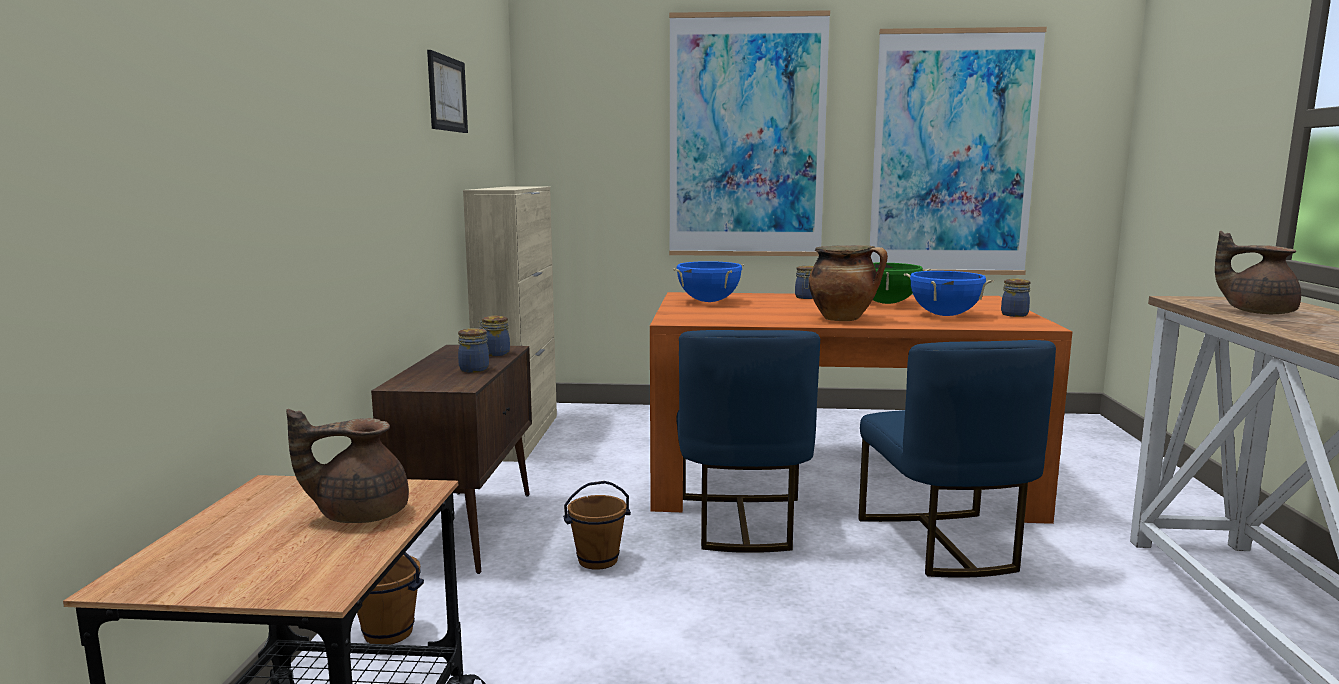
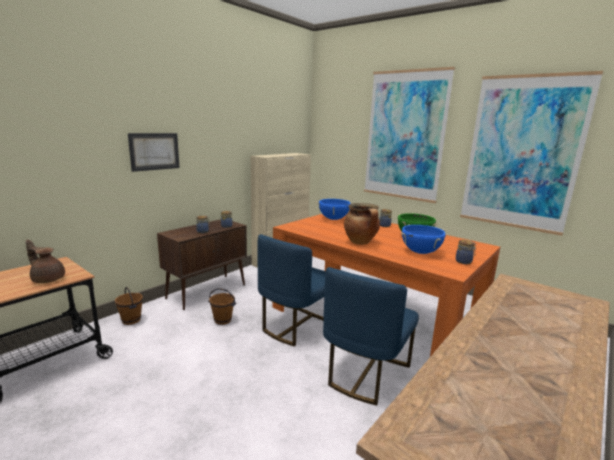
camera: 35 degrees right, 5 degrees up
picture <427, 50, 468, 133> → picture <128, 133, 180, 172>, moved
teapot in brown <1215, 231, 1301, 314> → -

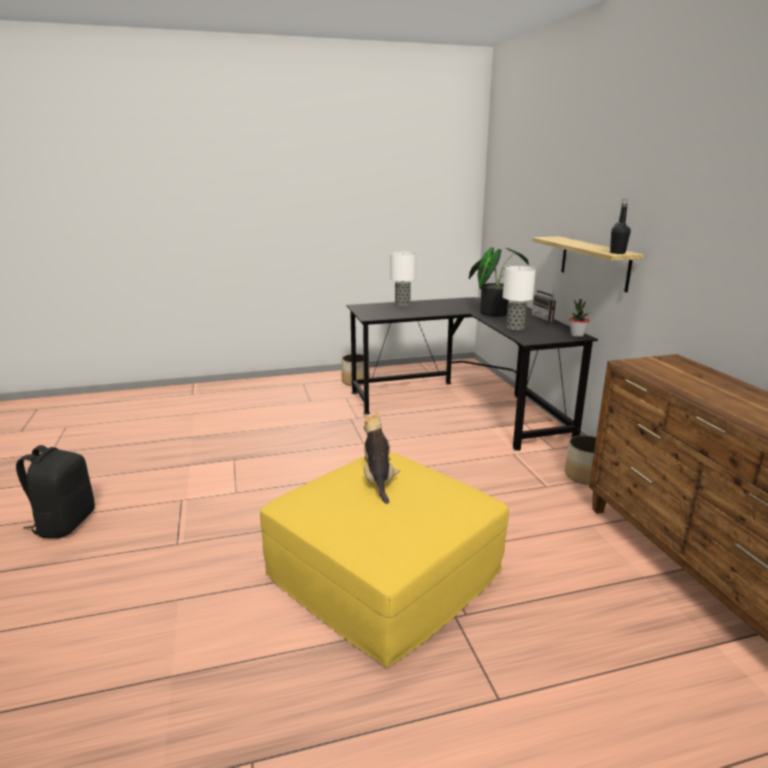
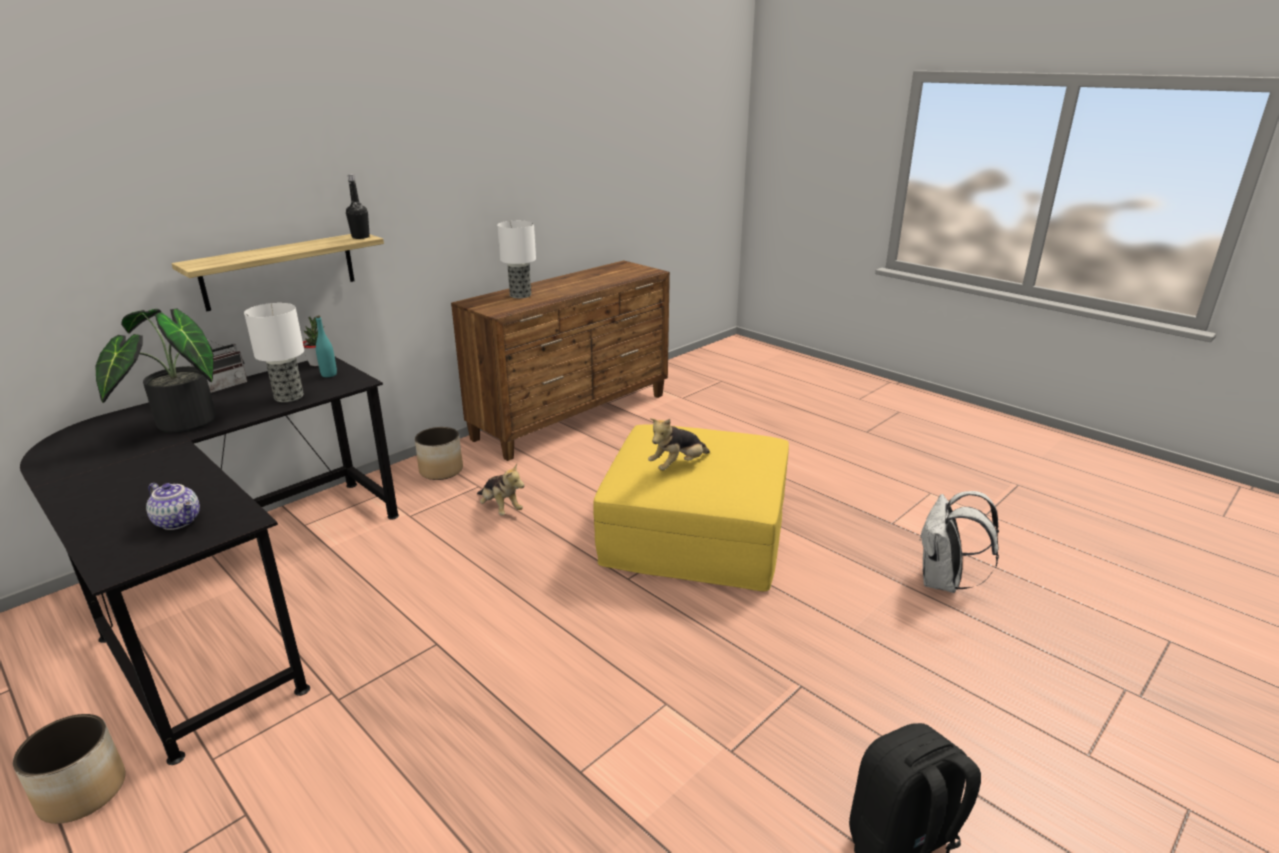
camera: 120 degrees left, 5 degrees up
table lamp <390, 252, 416, 307> → table lamp <497, 221, 536, 298>, moved
- → teapot <146, 483, 200, 530>
- → bottle in turquoise <316, 316, 337, 377>
- → plush toy <477, 464, 525, 515>
- → backpack in white <919, 491, 999, 593>

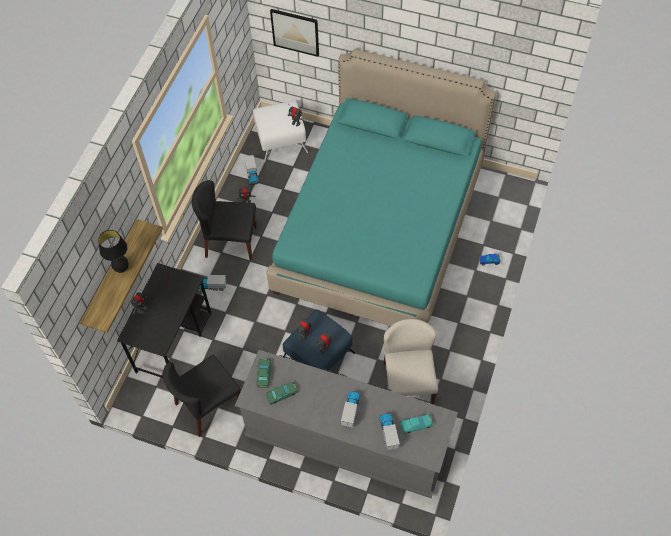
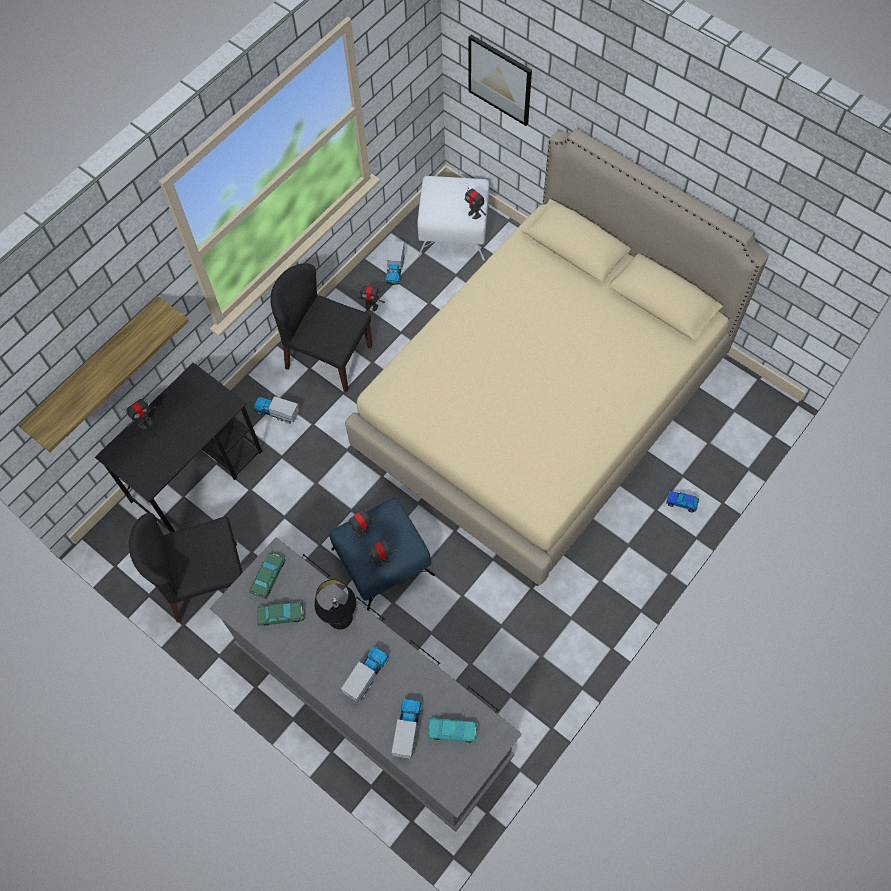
camera: 20 degrees right, 5 degrees up
table lamp in black <98, 230, 128, 273> → table lamp in black <314, 579, 356, 630>, moved
bed in turquoise <267, 49, 496, 326> → bed in beige <345, 129, 768, 586>
chair in beige <384, 319, 438, 405> → -

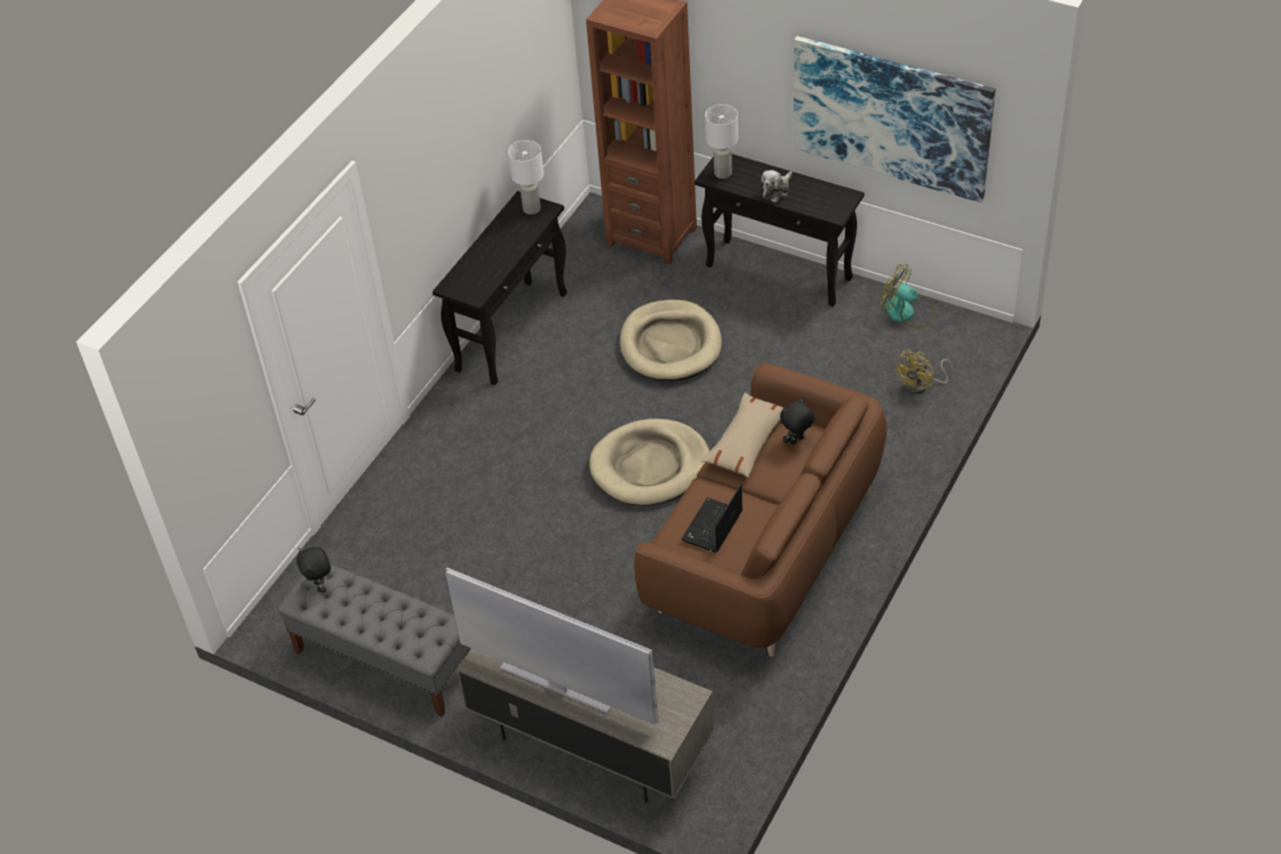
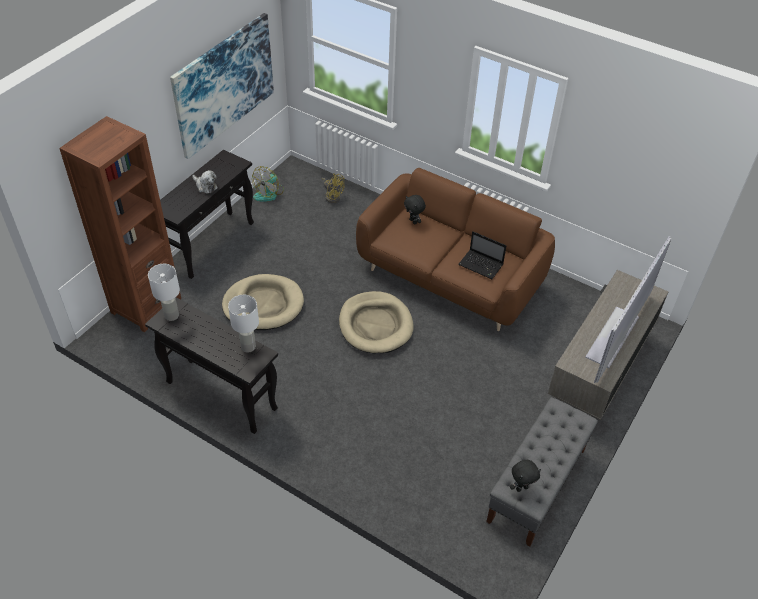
camera: 90 degrees left, 0 degrees up
pillow in beige <701, 393, 784, 478> → -
table lamp in white <705, 104, 738, 179> → table lamp in white <228, 295, 259, 353>, moved

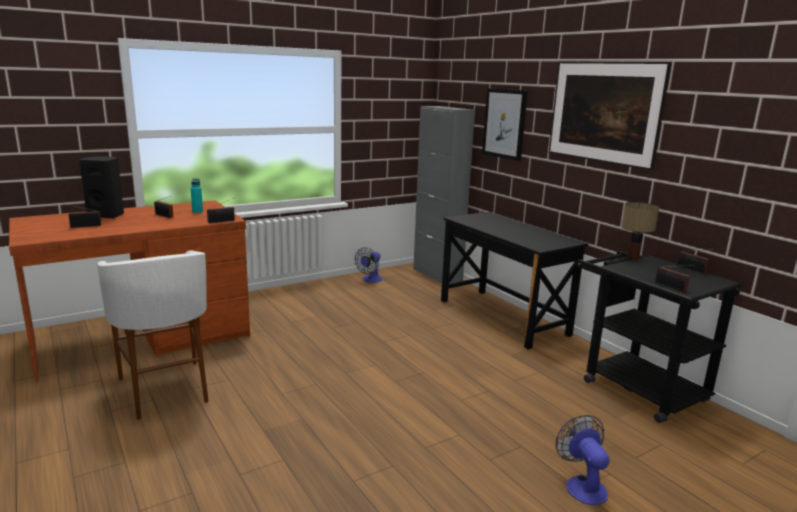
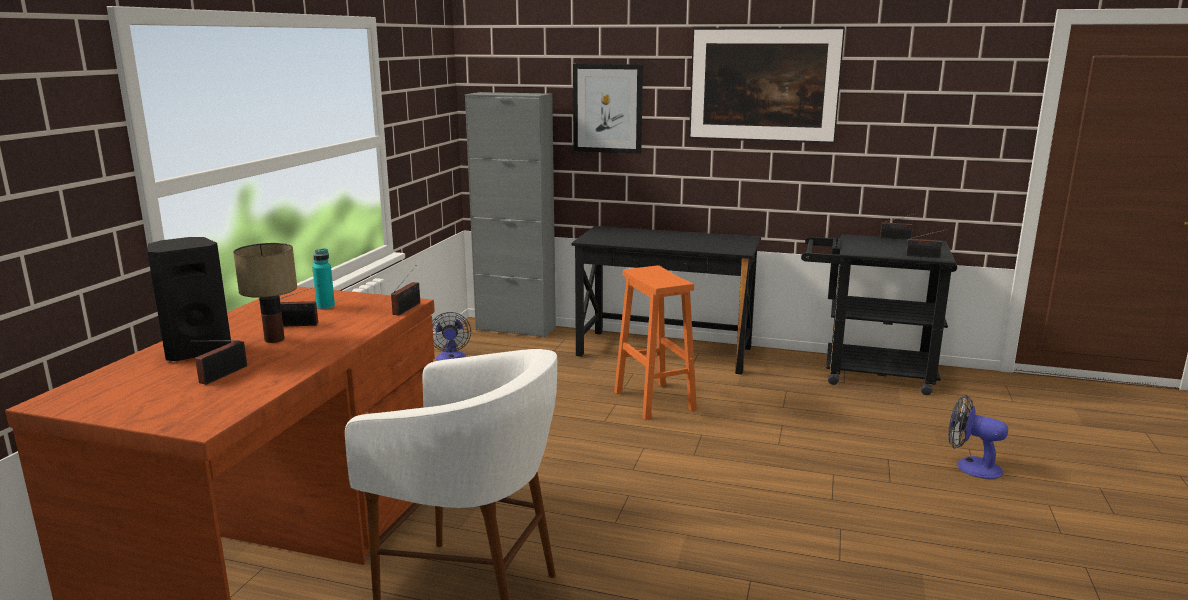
camera: 40 degrees left, 0 degrees up
table lamp <622, 202, 659, 259> → table lamp <233, 243, 297, 343>, moved
- → stool in orange <614, 265, 697, 420>

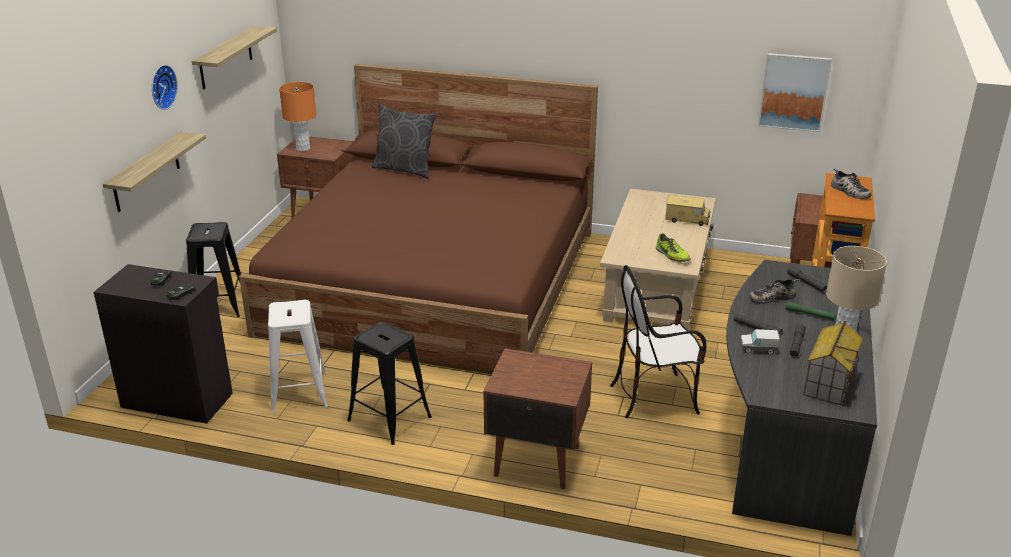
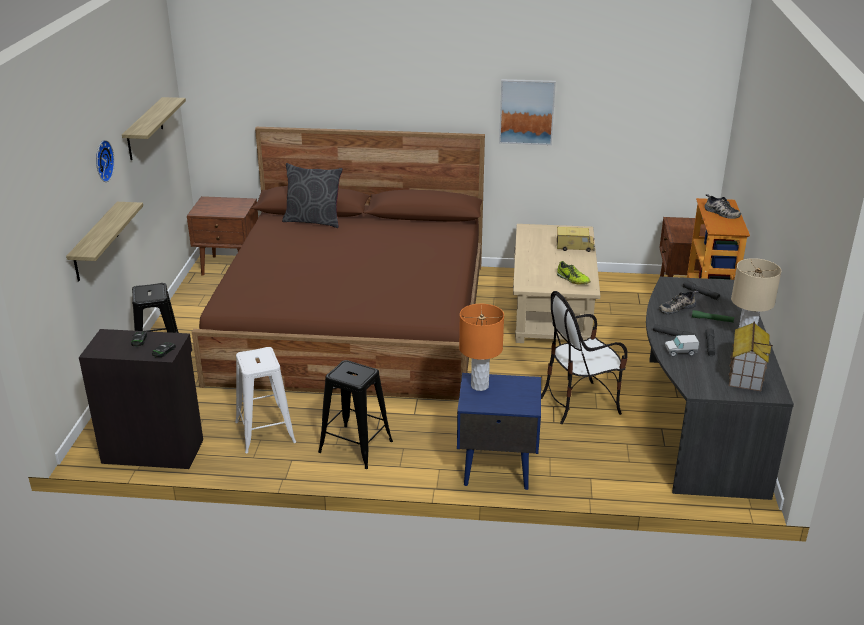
camera: 10 degrees left, 0 degrees up
table lamp in orange <279, 82, 317, 151> → table lamp in orange <459, 304, 504, 391>, moved
nightstand in brown <483, 348, 592, 489> → nightstand in blue <457, 373, 541, 490>
picture <758, 53, 832, 132> → picture <499, 79, 556, 145>, moved

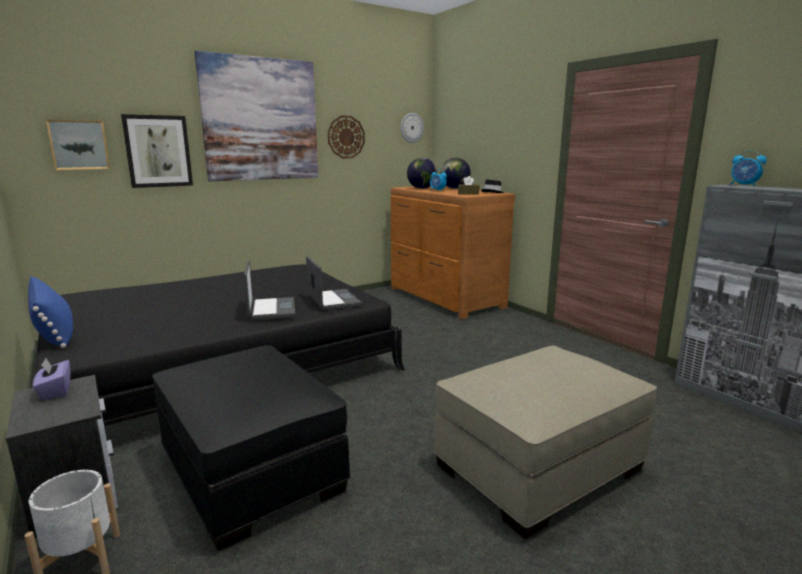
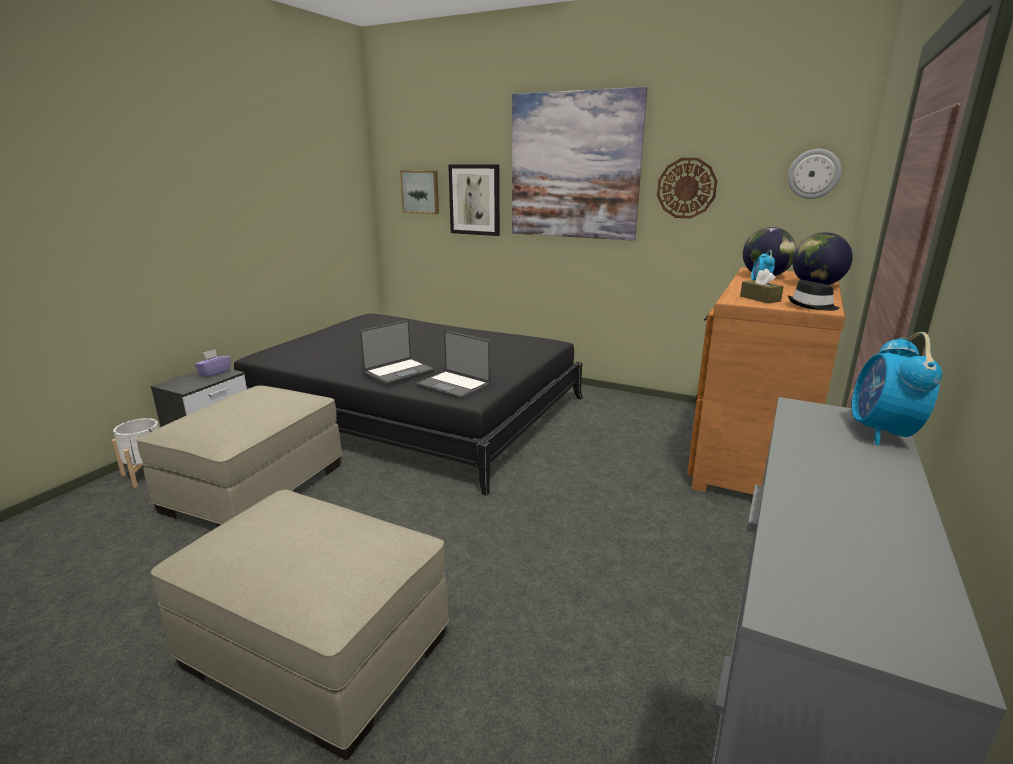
camera: 60 degrees right, 5 degrees up
pillow in blue <28, 276, 73, 348> → -
ottoman in black <152, 345, 350, 551> → ottoman in beige <136, 386, 342, 527>
laptop <306, 256, 362, 311> → laptop <417, 331, 491, 400>, 90 degrees clockwise

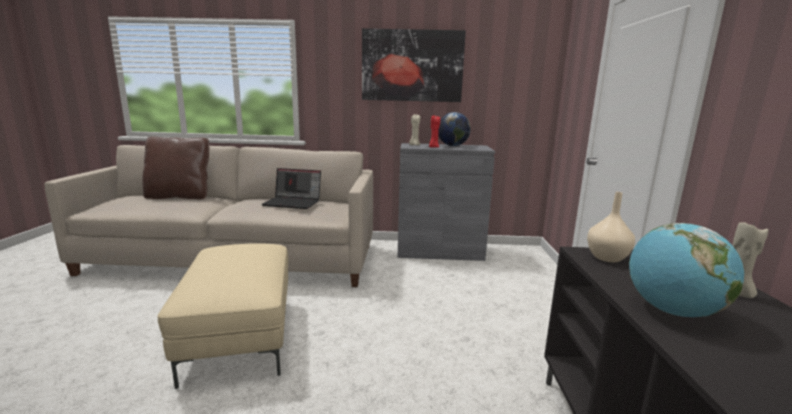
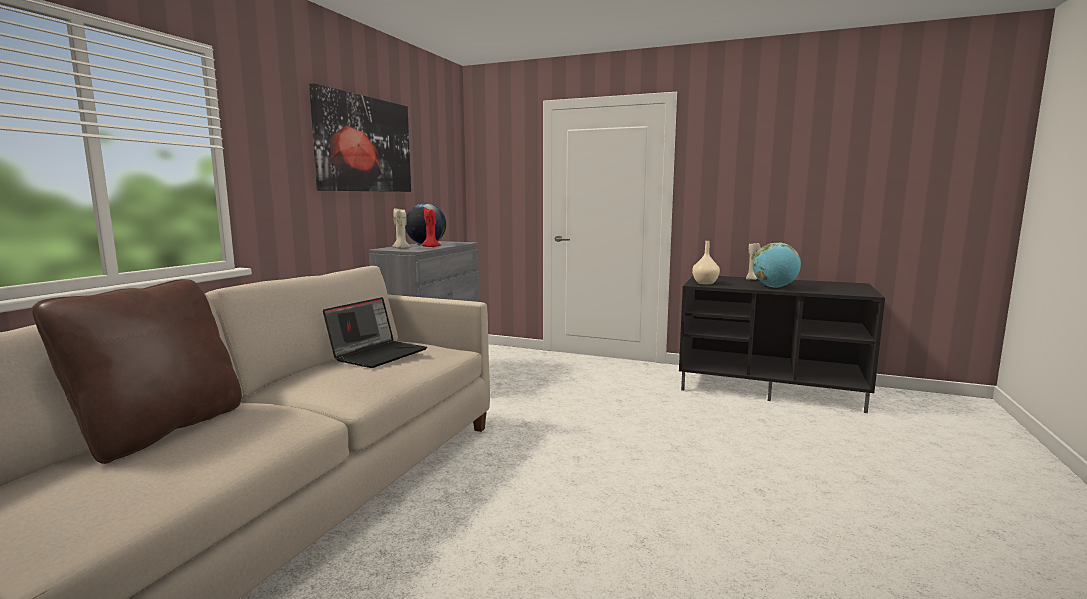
camera: 70 degrees left, 5 degrees down
ottoman in beige <157, 243, 288, 389> → -

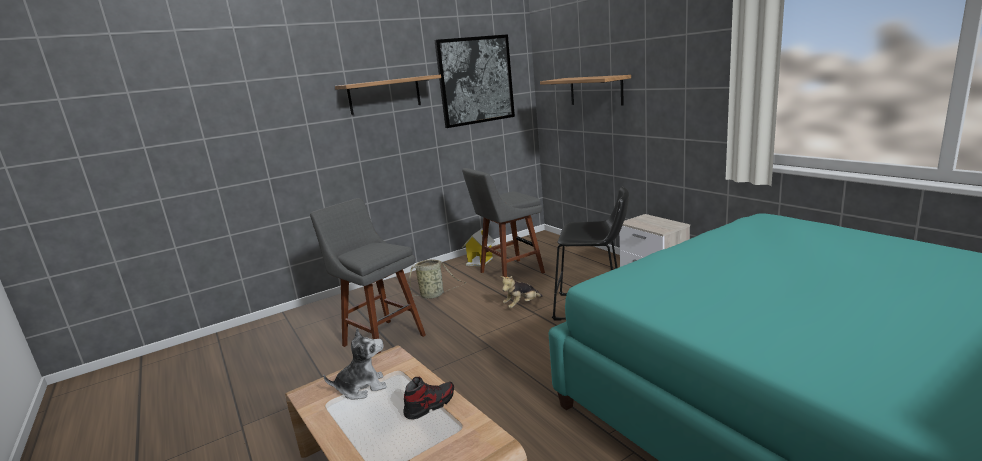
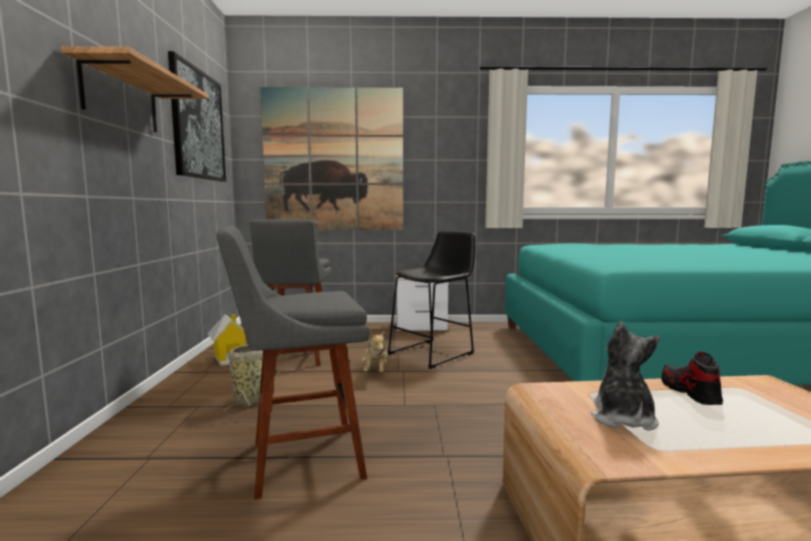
camera: 60 degrees left, 10 degrees down
shelf <540, 75, 631, 106> → picture <260, 87, 403, 230>

